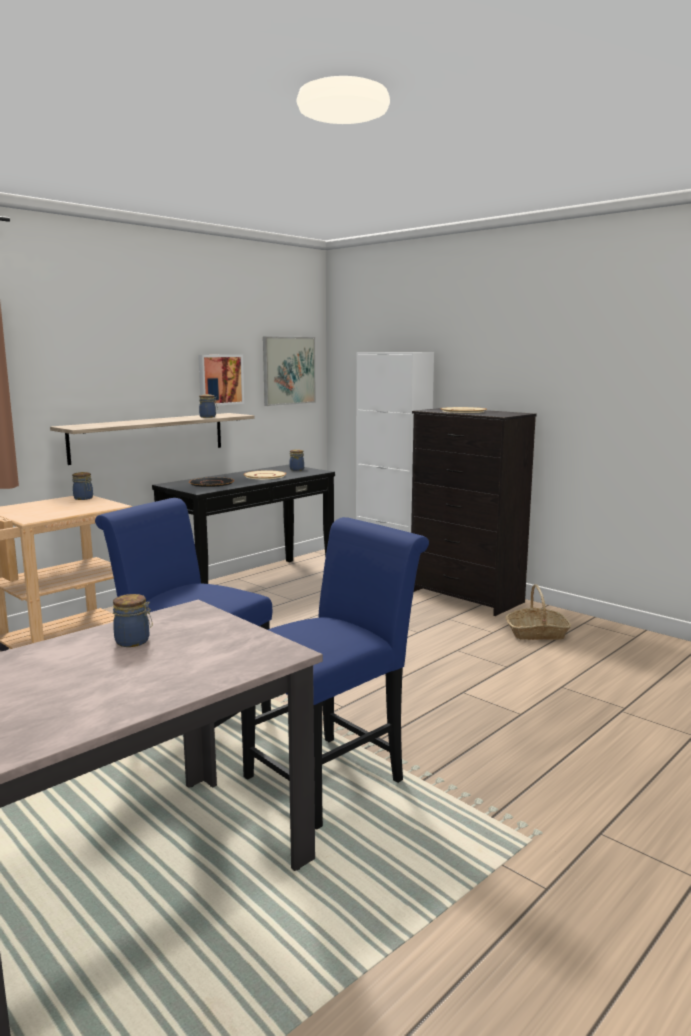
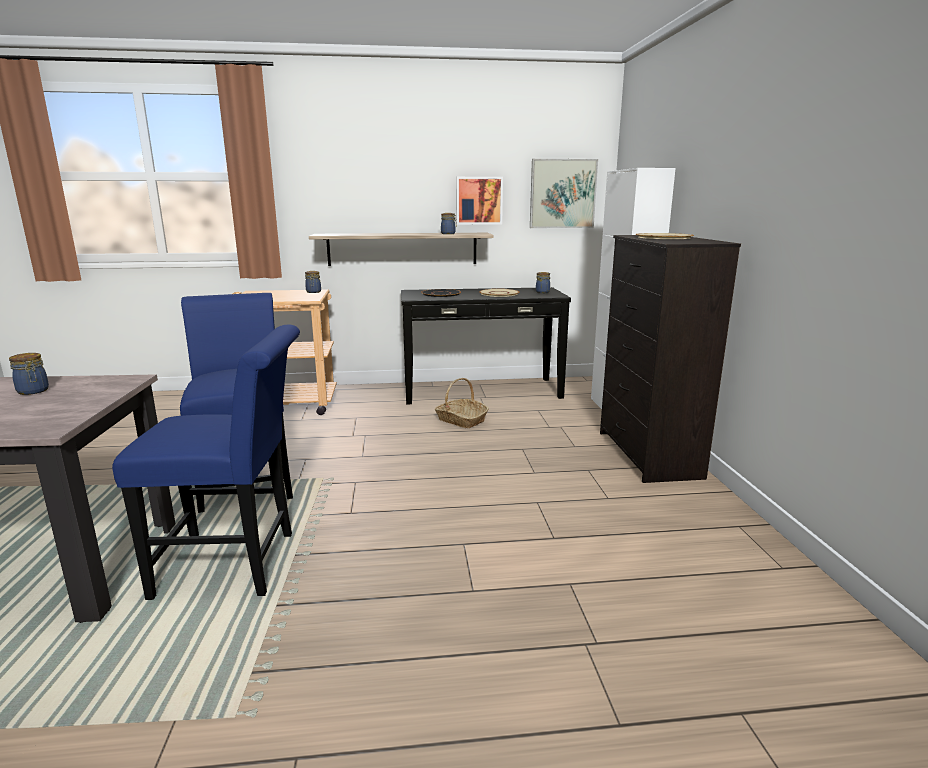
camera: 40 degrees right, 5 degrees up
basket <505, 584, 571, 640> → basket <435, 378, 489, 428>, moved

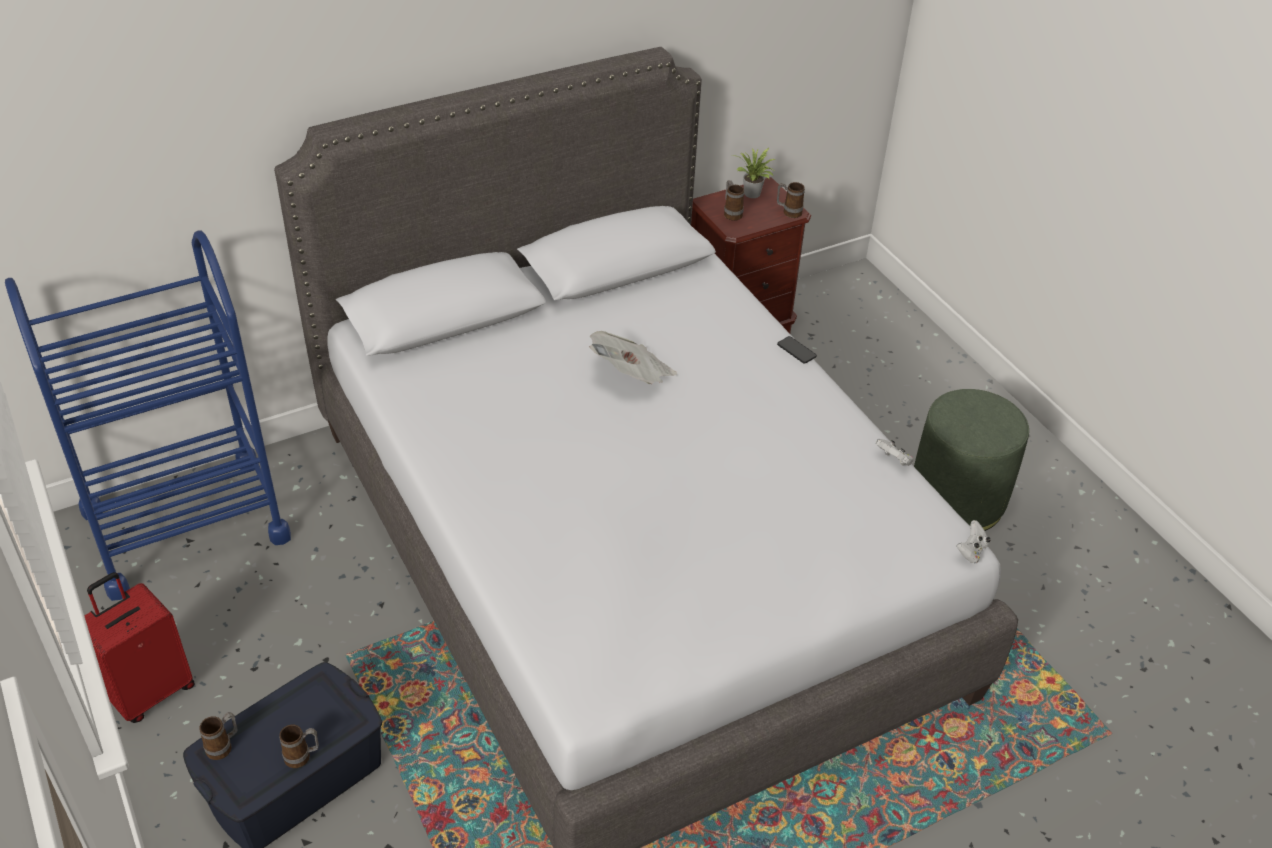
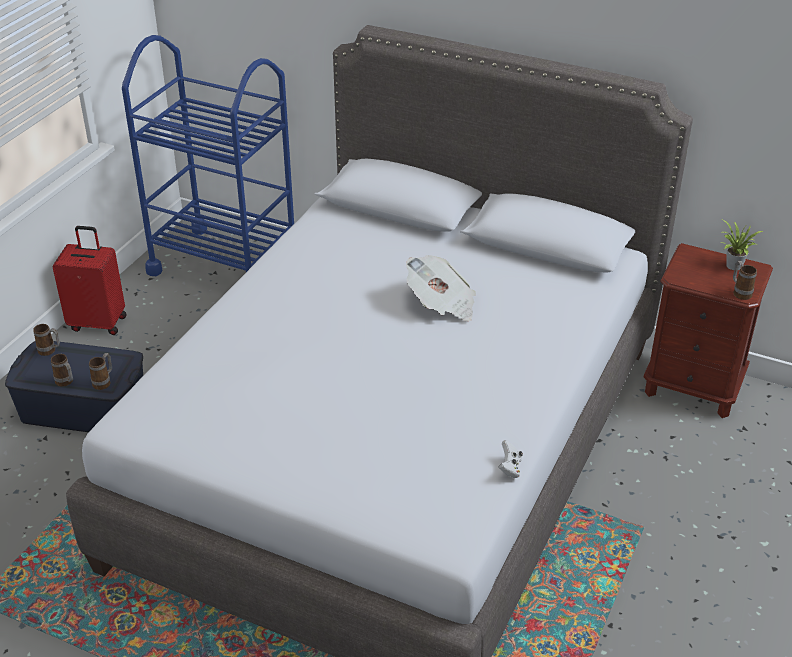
camera: 55 degrees right, 5 degrees down
mug <724, 180, 744, 221> → mug <89, 353, 112, 390>, moved
phone <777, 336, 817, 364> → -
ottoman in green <914, 389, 1029, 531> → -
game controller in white <957, 520, 990, 564> → -

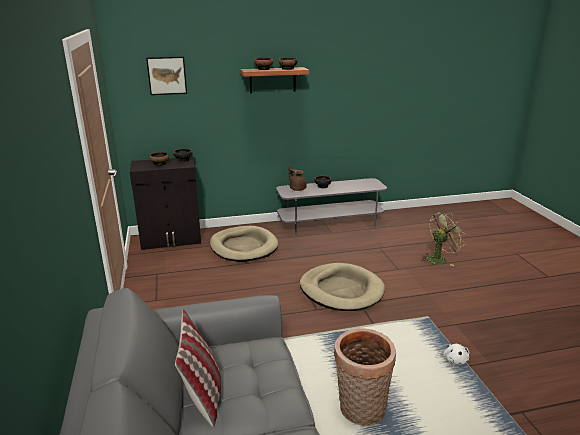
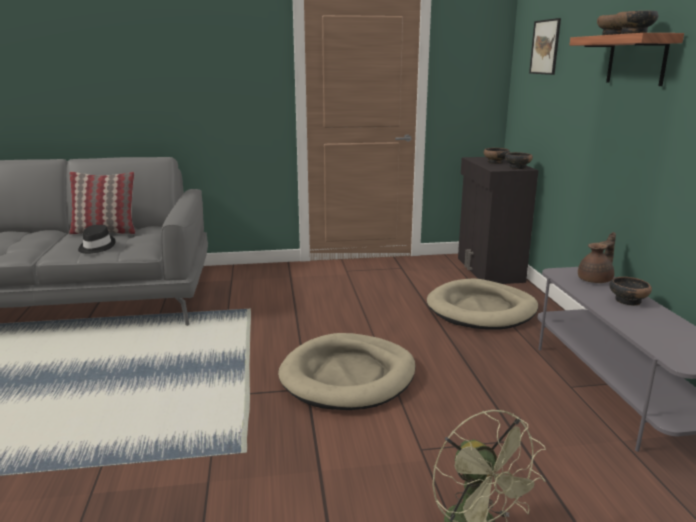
camera: 95 degrees right, 5 degrees down
basket <334, 328, 396, 426> → -
plush toy in white <443, 344, 470, 365> → -
- → hat in black <78, 225, 116, 254>

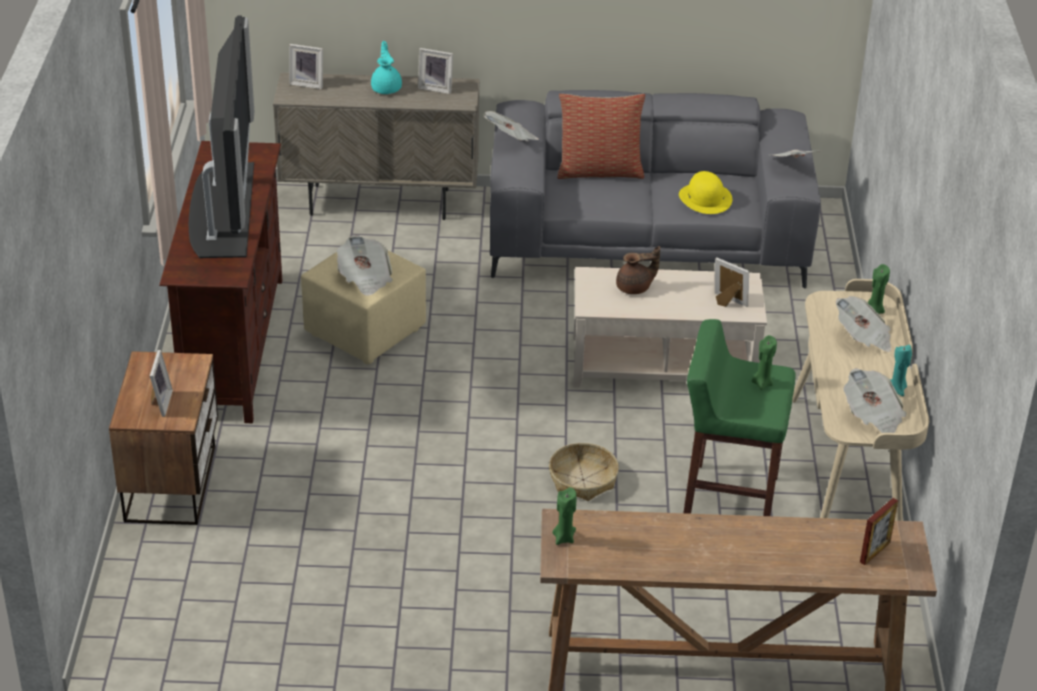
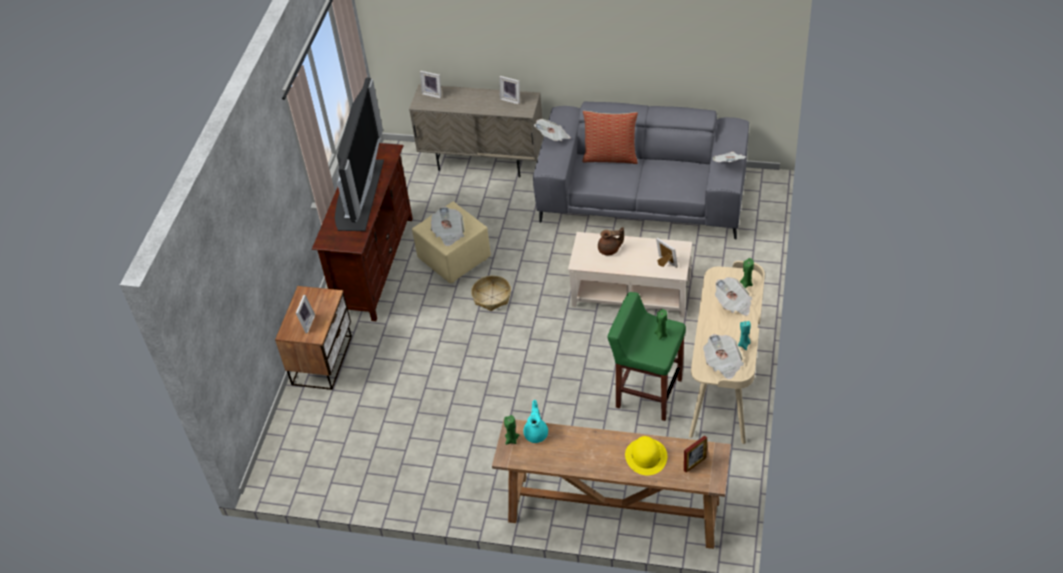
camera: 15 degrees right, 10 degrees up
teapot in turquoise <371, 41, 402, 94> → teapot in turquoise <523, 400, 548, 443>, moved
basket <549, 443, 619, 501> → basket <471, 275, 511, 311>, moved
hat in yellow <679, 171, 732, 214> → hat in yellow <625, 436, 667, 475>, moved

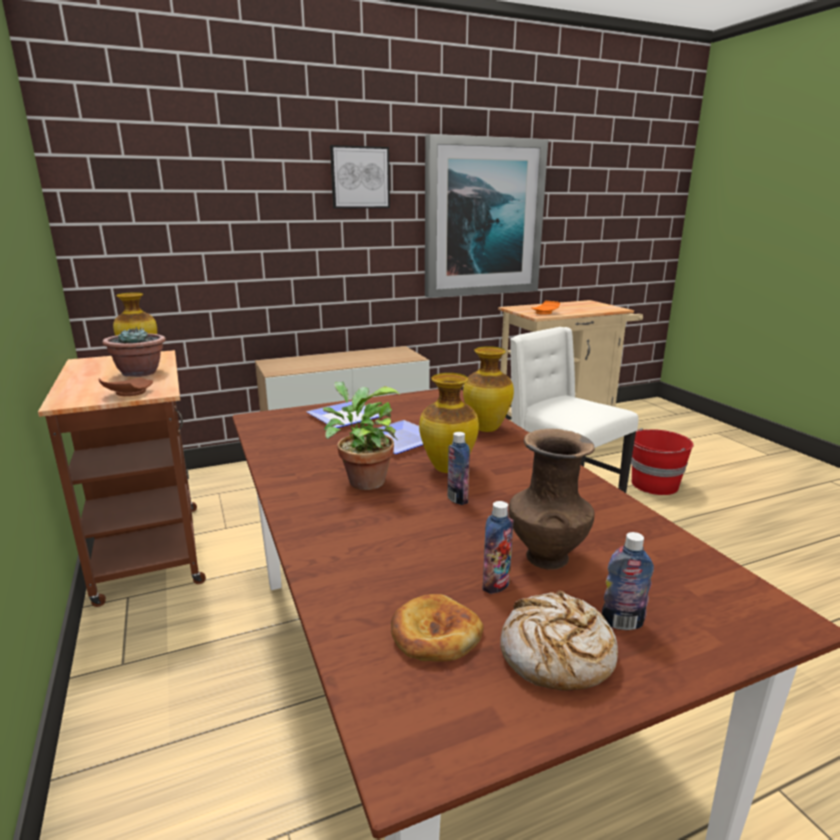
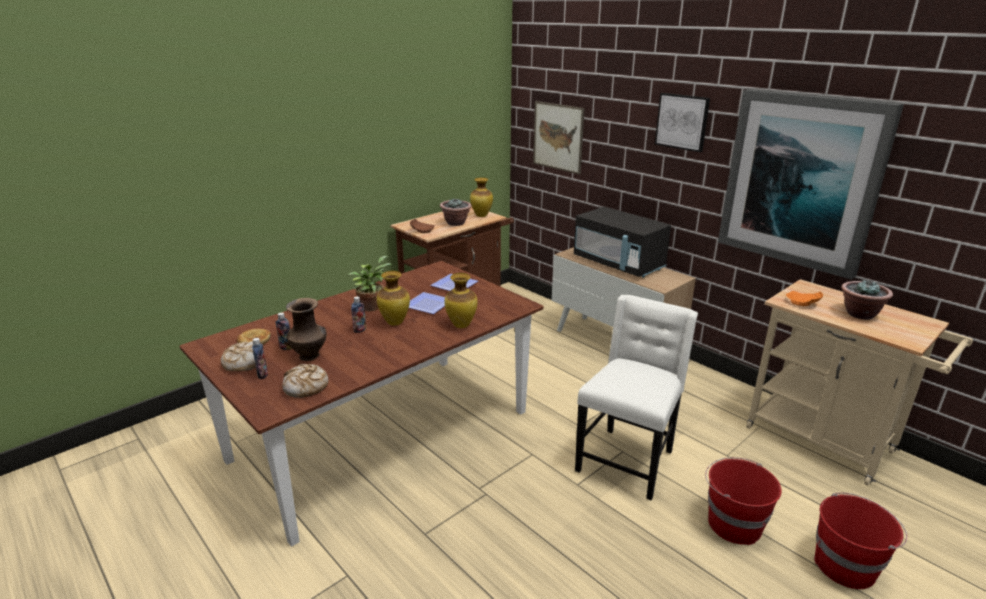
camera: 70 degrees right, 5 degrees up
- → bread <282, 364, 329, 398>
- → picture <533, 101, 585, 174>
- → microwave in black <574, 207, 671, 278>
- → bucket in red <814, 492, 907, 589>
- → potted plant <841, 279, 893, 320>

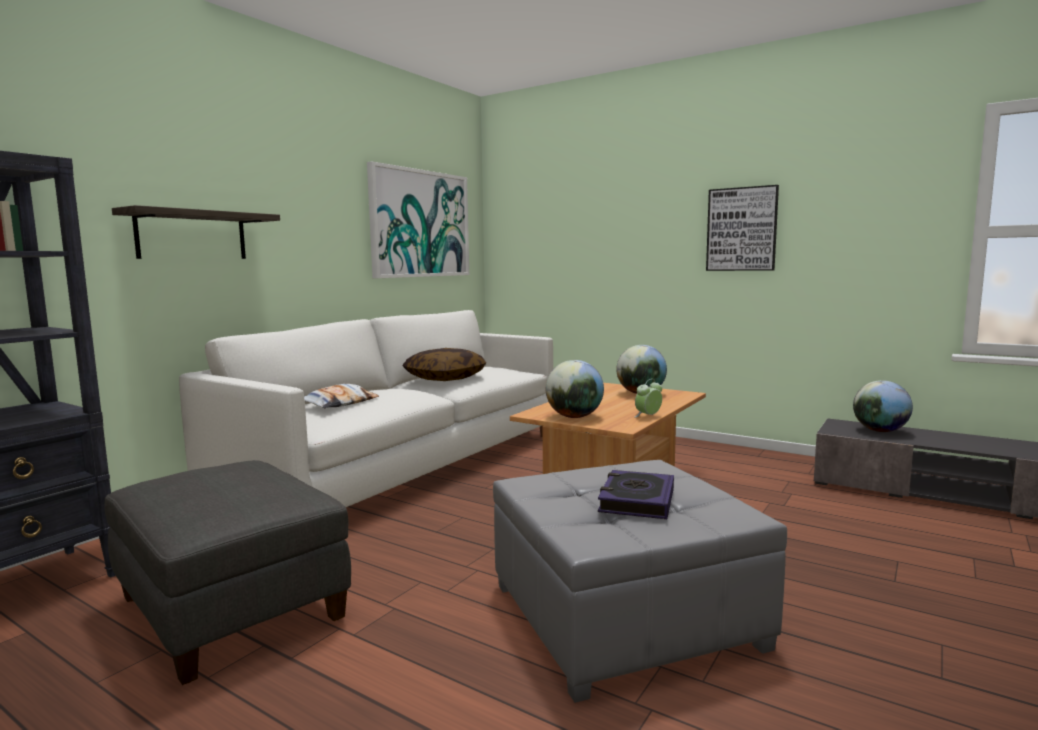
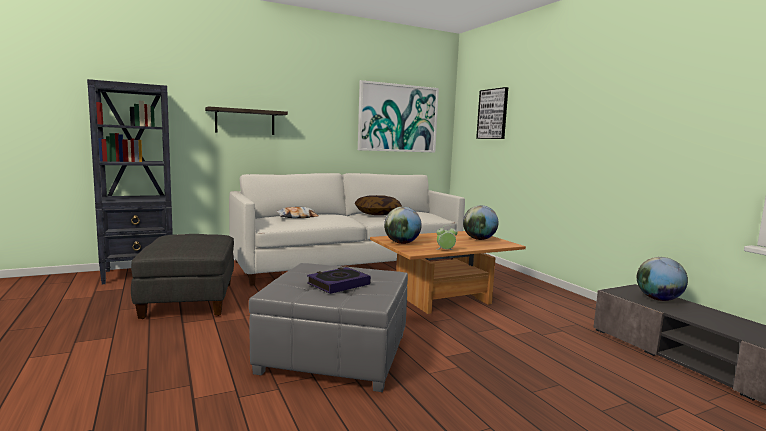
camera: 30 degrees right, 0 degrees up
picture <706, 185, 779, 271> → picture <476, 87, 508, 139>, moved

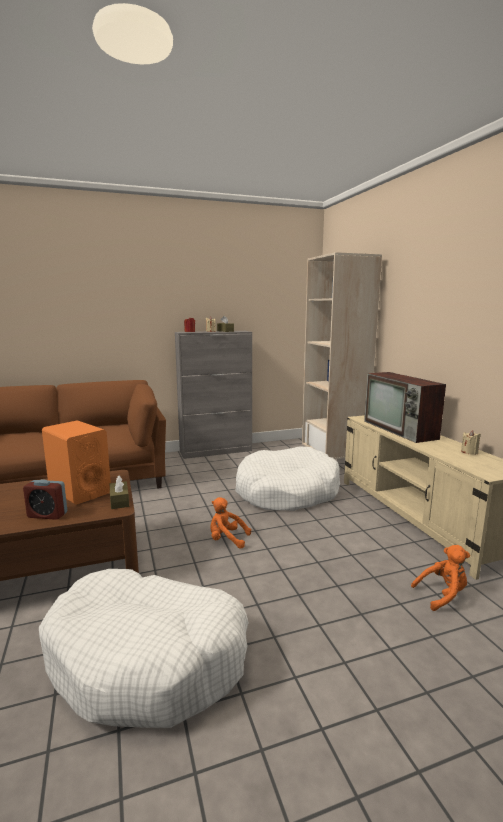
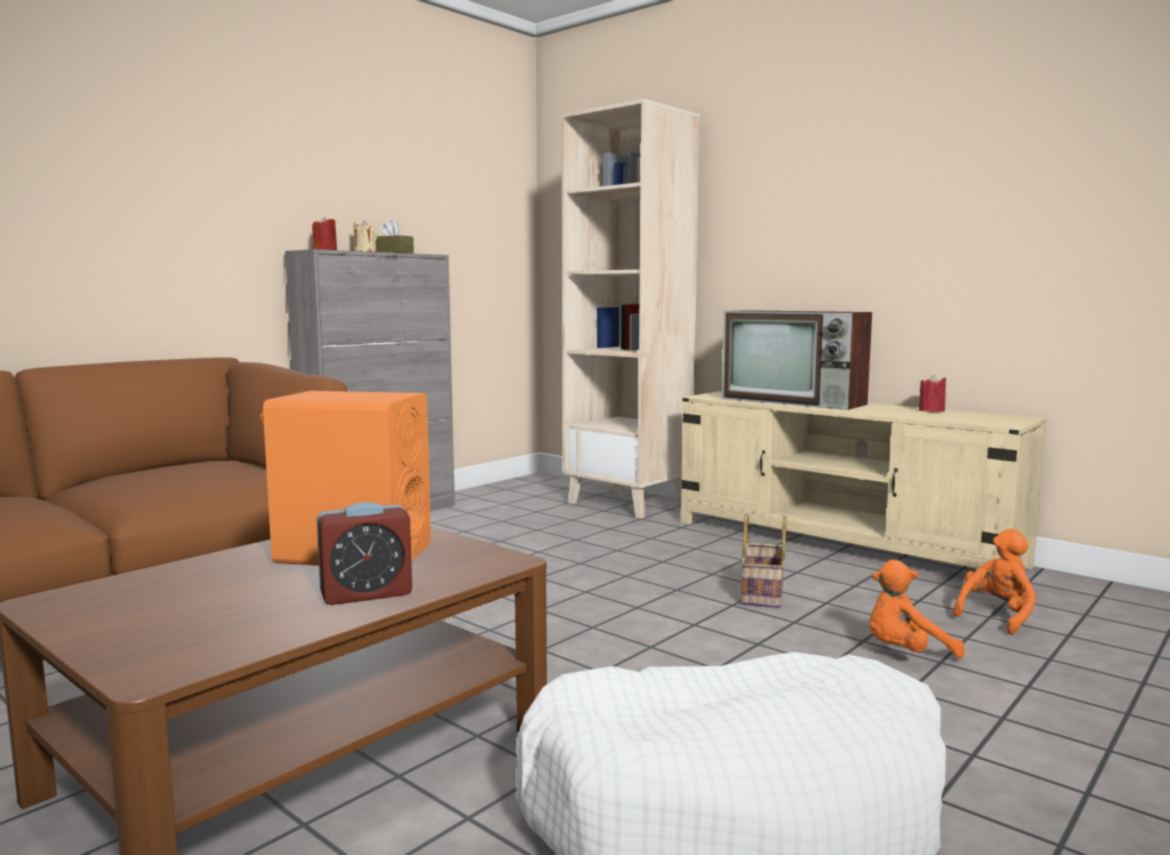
camera: 30 degrees left, 5 degrees down
tissue box in brown <110, 476, 129, 509> → -
plush toy in orange <210, 497, 251, 548> → plush toy in orange <869, 560, 965, 659>, moved
dog bed in white <235, 446, 340, 511> → -
candle in beige <461, 430, 481, 455> → candle in red <919, 375, 946, 412>
- → basket <741, 513, 787, 608>

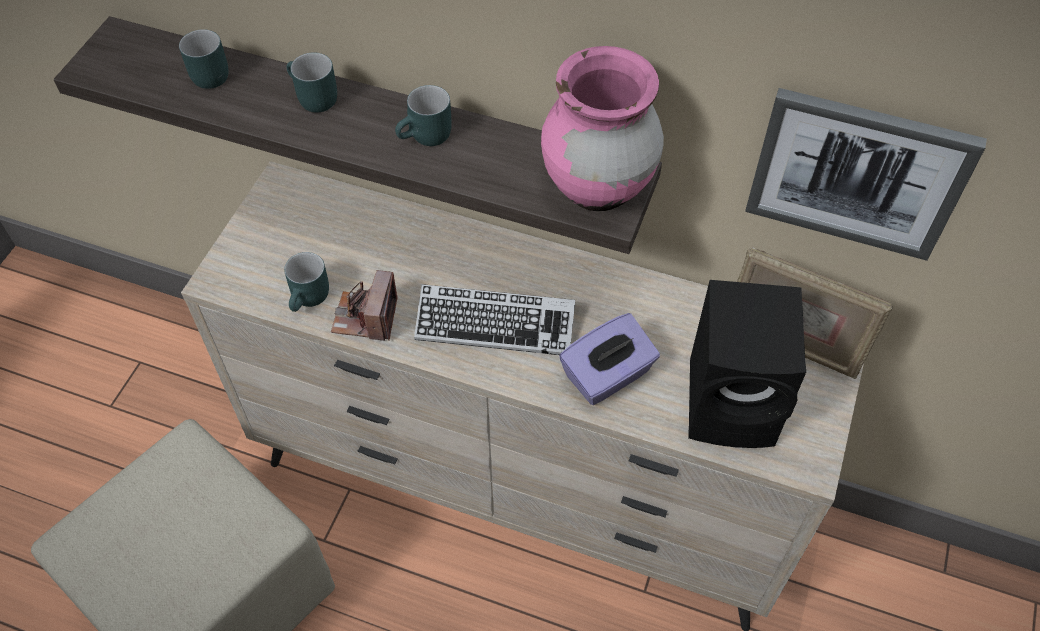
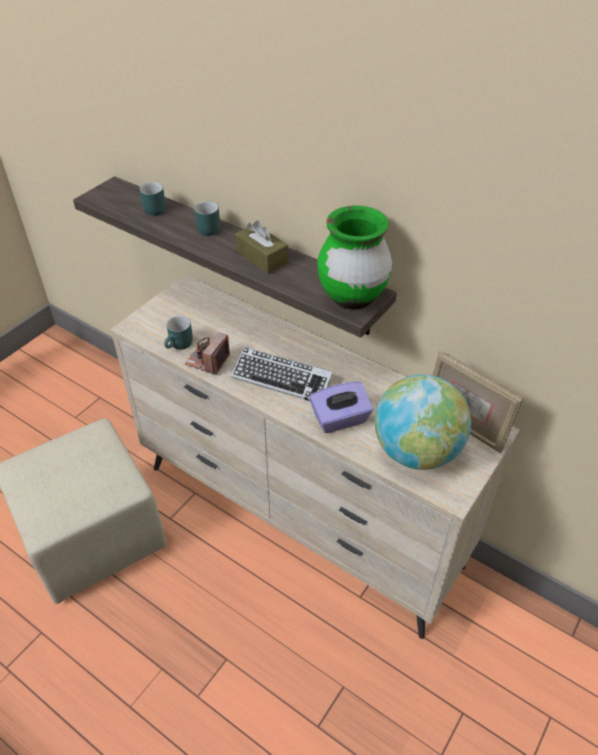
camera: 15 degrees right, 10 degrees down
mug in turquoise <395, 85, 452, 146> → tissue box in brown <235, 220, 289, 274>
vase in pink <541, 46, 664, 211> → vase in green <317, 206, 392, 310>
speaker in black <688, 280, 806, 448> → globe <374, 374, 471, 470>
picture <745, 88, 987, 261> → -

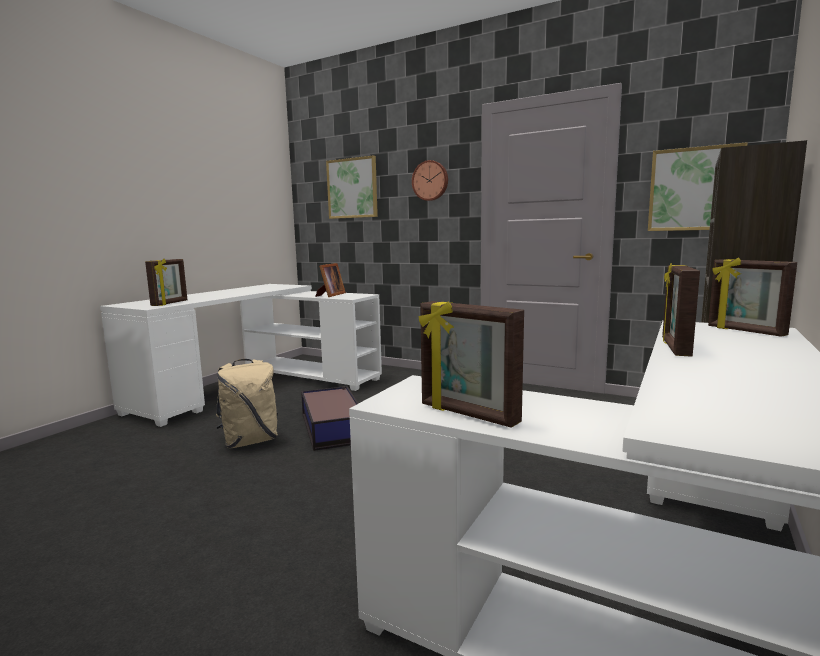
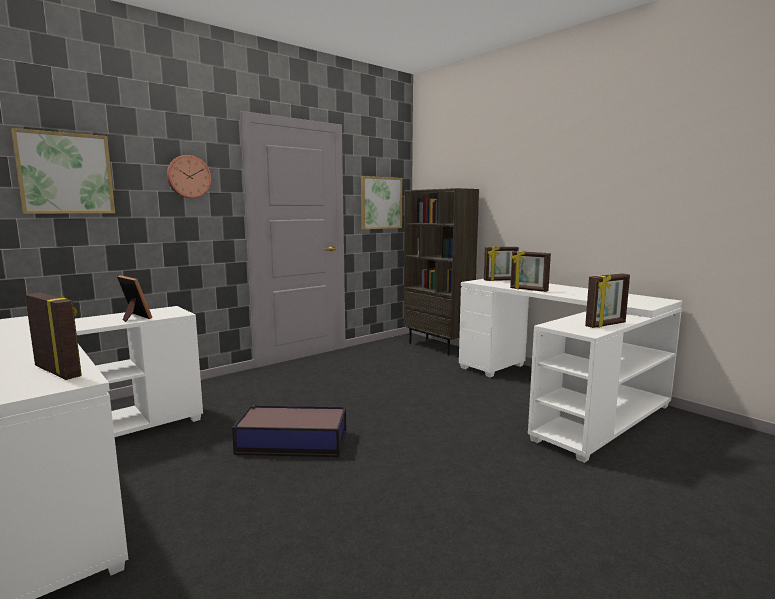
camera: 70 degrees left, 0 degrees up
backpack in beige <216, 359, 278, 448> → -

